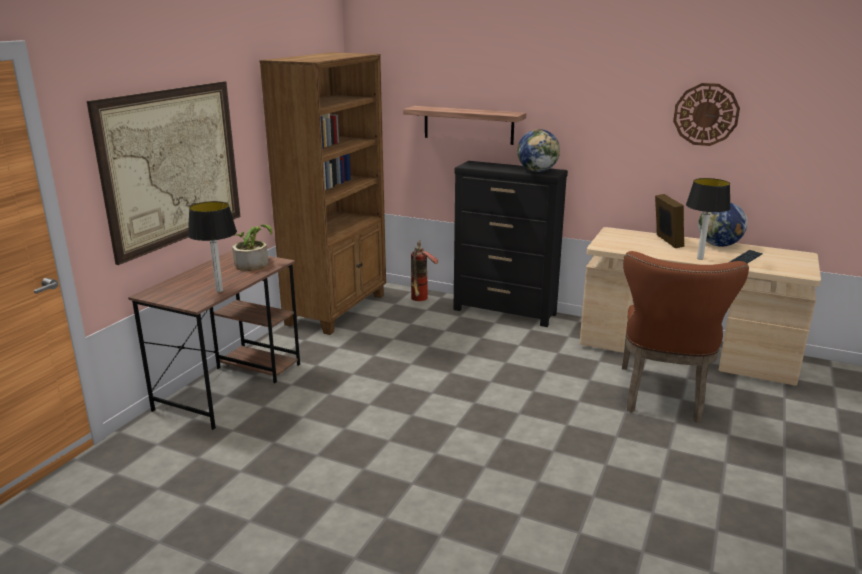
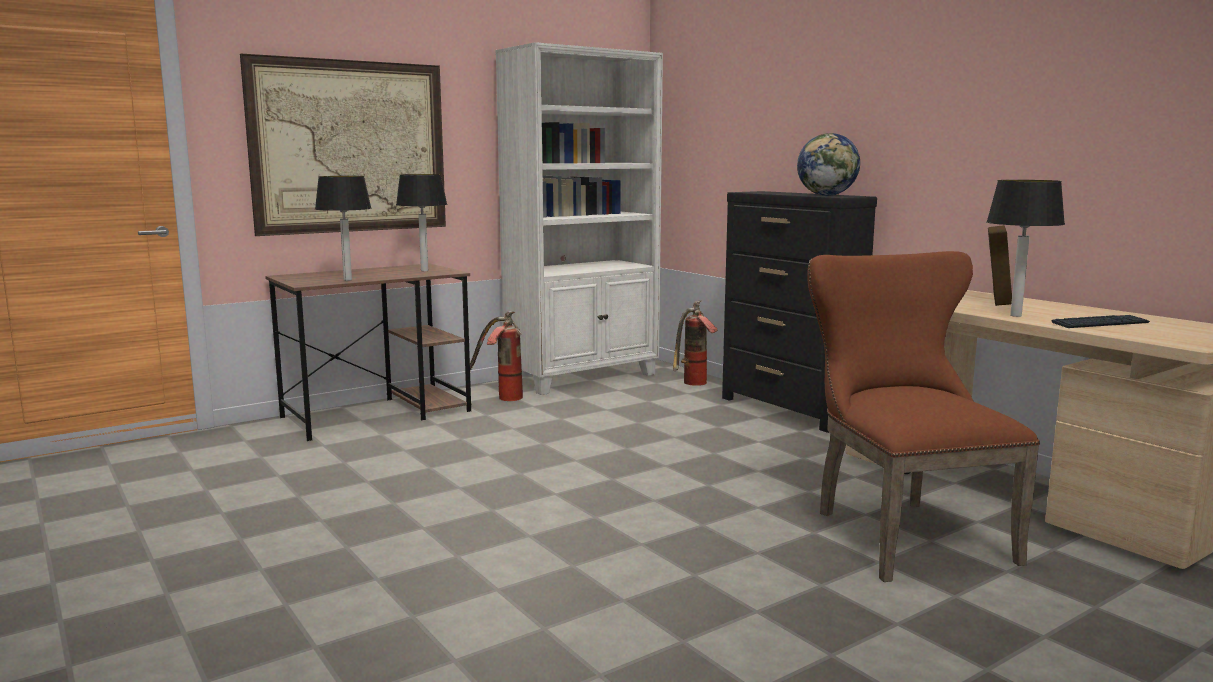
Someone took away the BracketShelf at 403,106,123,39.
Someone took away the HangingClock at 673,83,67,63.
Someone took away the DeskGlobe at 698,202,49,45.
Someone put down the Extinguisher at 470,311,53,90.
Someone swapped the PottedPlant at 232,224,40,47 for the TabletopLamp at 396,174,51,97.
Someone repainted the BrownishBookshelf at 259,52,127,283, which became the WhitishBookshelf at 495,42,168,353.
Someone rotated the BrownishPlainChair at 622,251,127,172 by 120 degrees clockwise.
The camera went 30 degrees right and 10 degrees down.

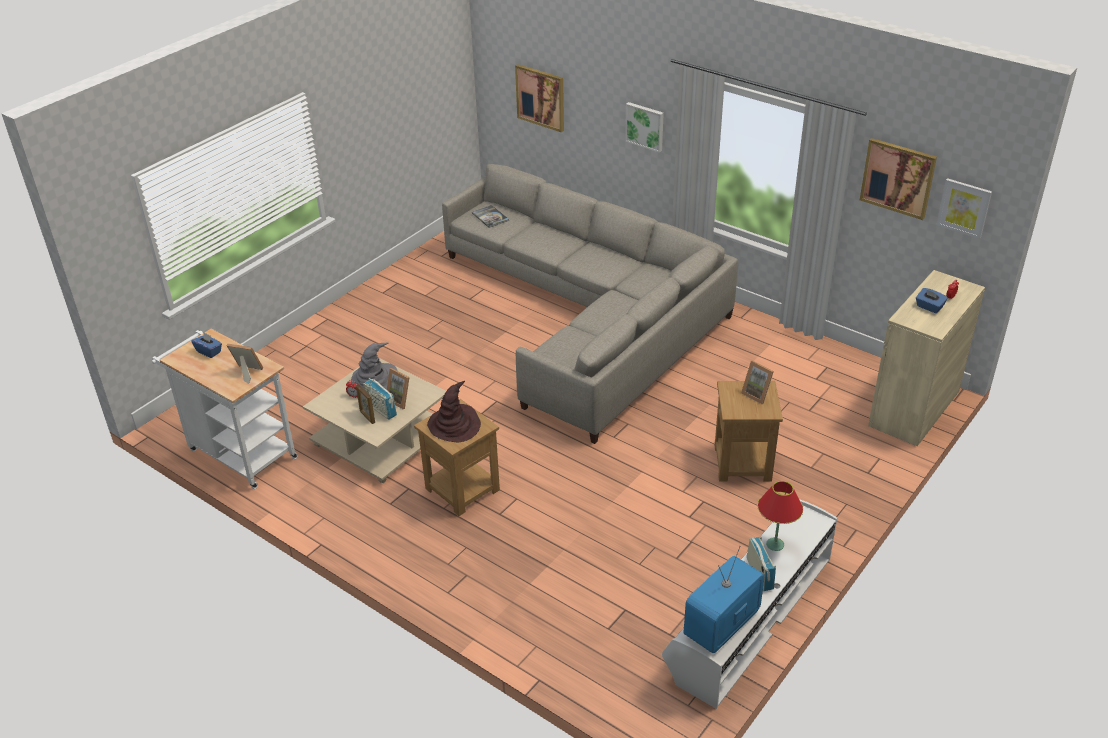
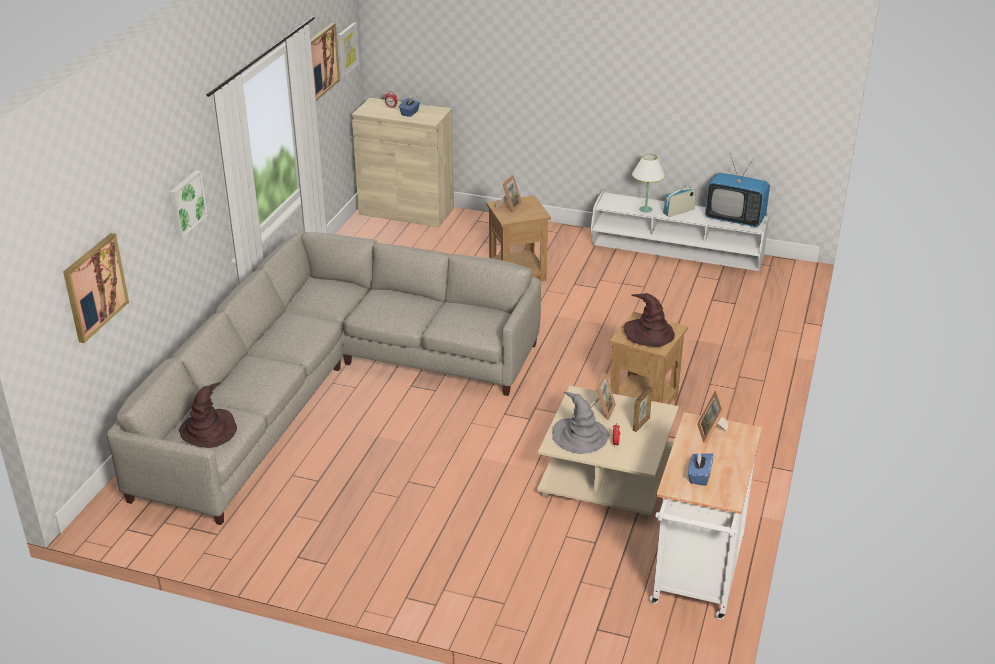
Someone took away the RadioReceiver at 363,378,34,42.
Someone swapped the BoundBook at 472,205,37,23 for the BrownishHat at 179,382,58,66.
Someone repainted the RedColouredTabletopLamp at 757,481,46,70, which became the WhitishTabletopLamp at 632,154,33,58.
The camera went 110 degrees left and 5 degrees down.

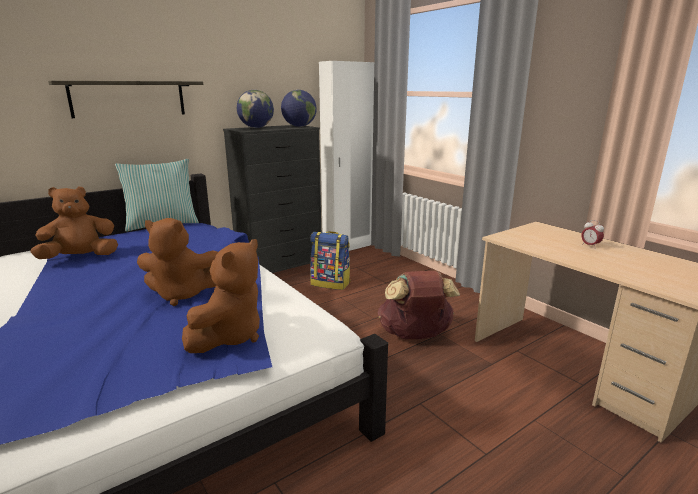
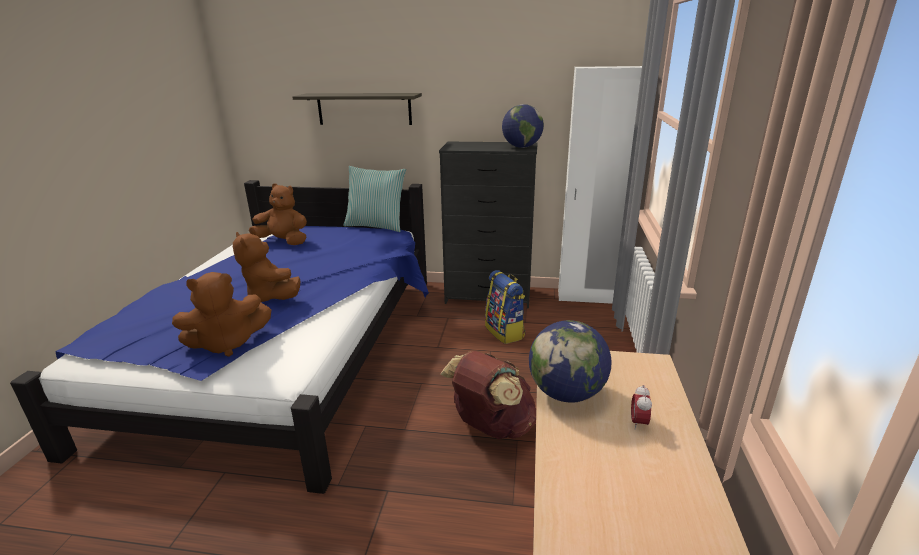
Someone carried the DeskGlobe from 237,90,37,38 to 529,320,82,83.
The camera went 45 degrees right and 5 degrees up.

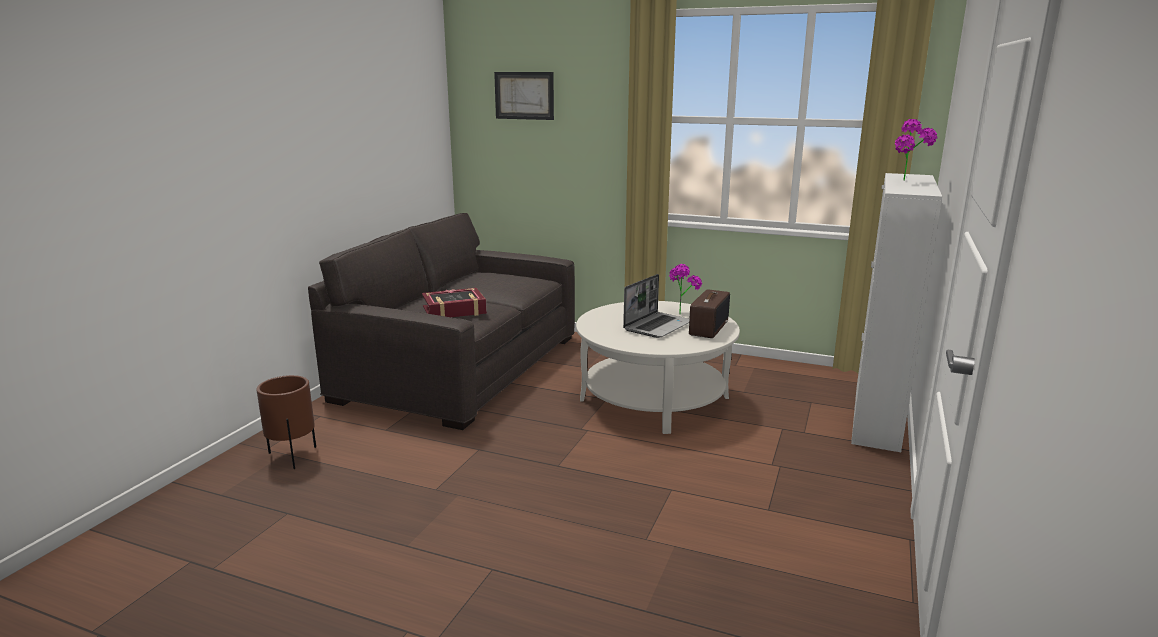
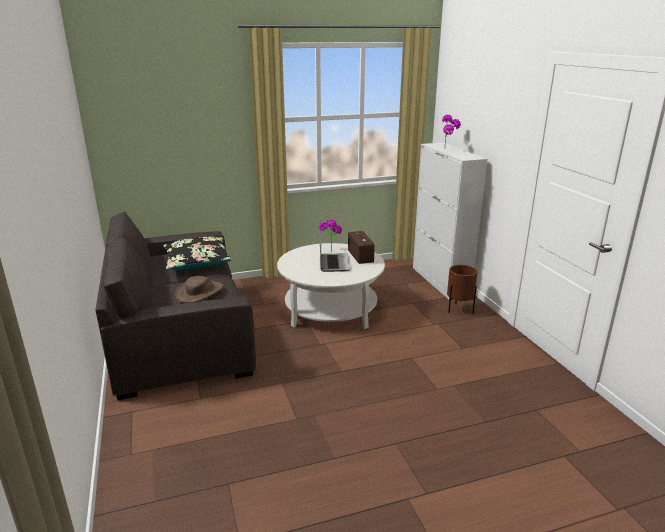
Someone took away the WallArt at 494,72,60,48.
Someone put down the BlackColouredCushion at 163,237,69,33.
Someone carried the BrownishPlanter from 256,375,60,94 to 447,265,31,48.
Someone swapped the BoundBook at 422,288,65,29 for the BrownishHat at 175,276,49,27.
The camera went 40 degrees left and 5 degrees up.

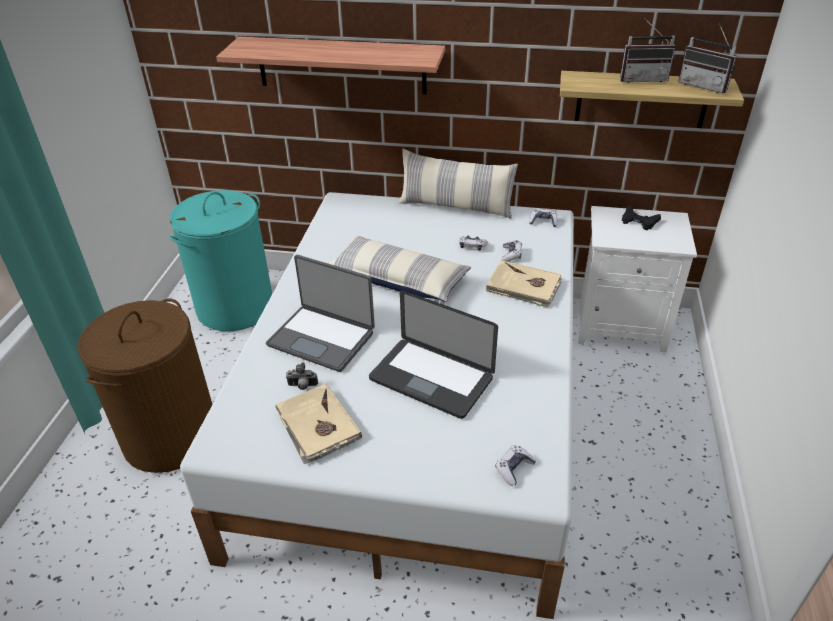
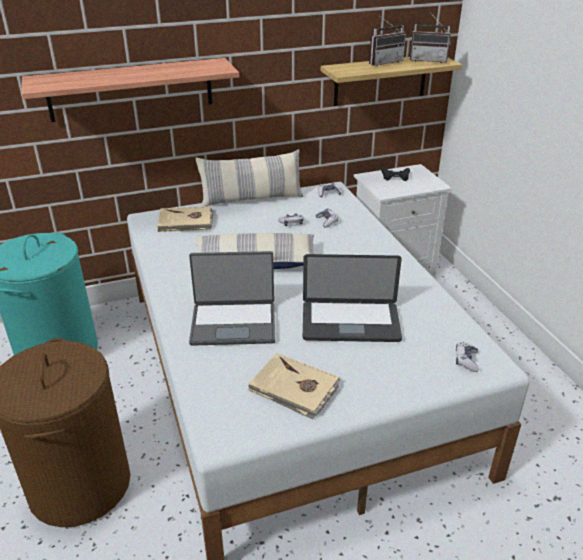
Someone took away the PhotoCamera at 286,362,32,28.
Someone carried the BeigeColouredBoundBook from 485,260,77,47 to 157,206,56,26.
The camera went 30 degrees left and 5 degrees down.

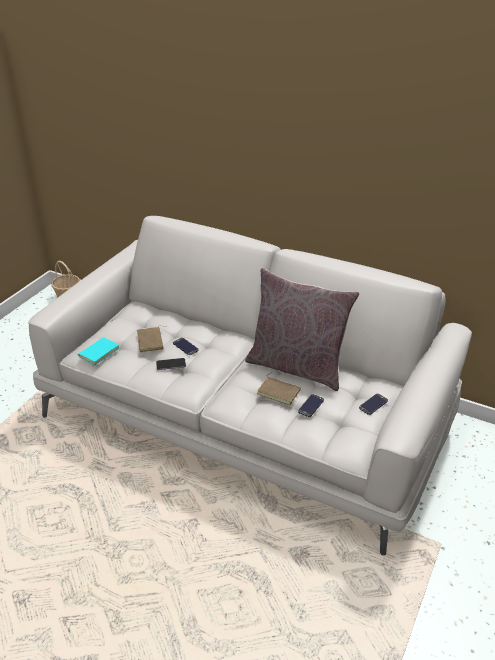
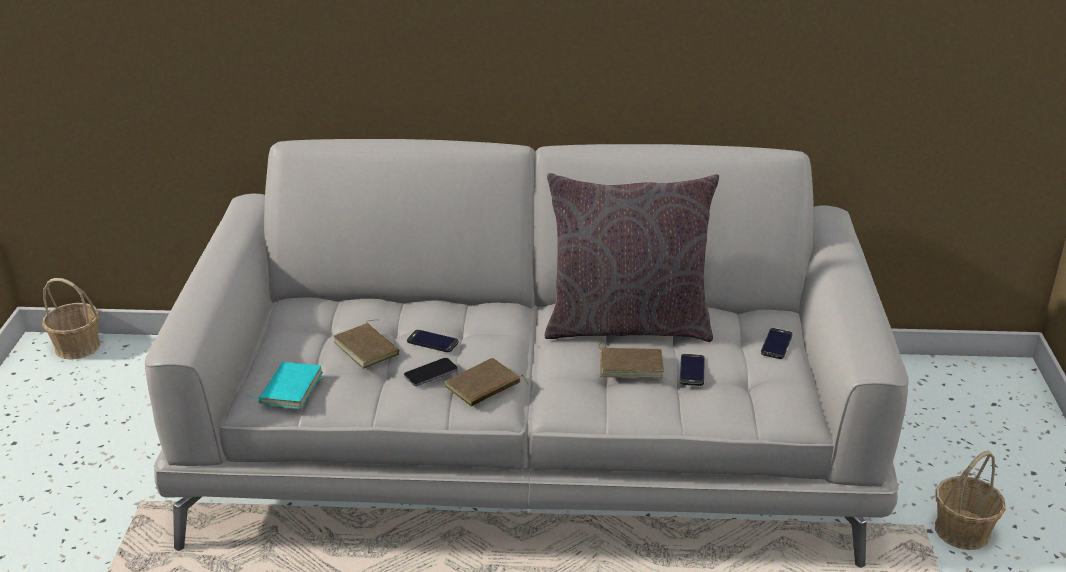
Someone put down the BrownishBoundBook at 445,358,84,48.
Someone put down the StorageBasket at 935,451,71,99.
The camera went 25 degrees left and 5 degrees down.

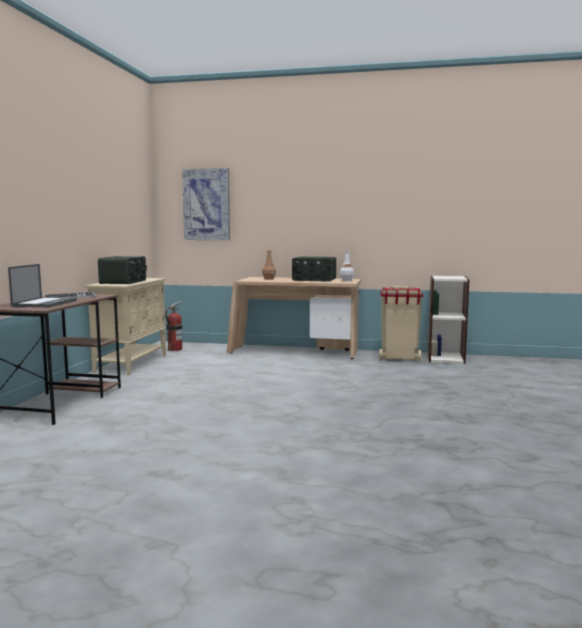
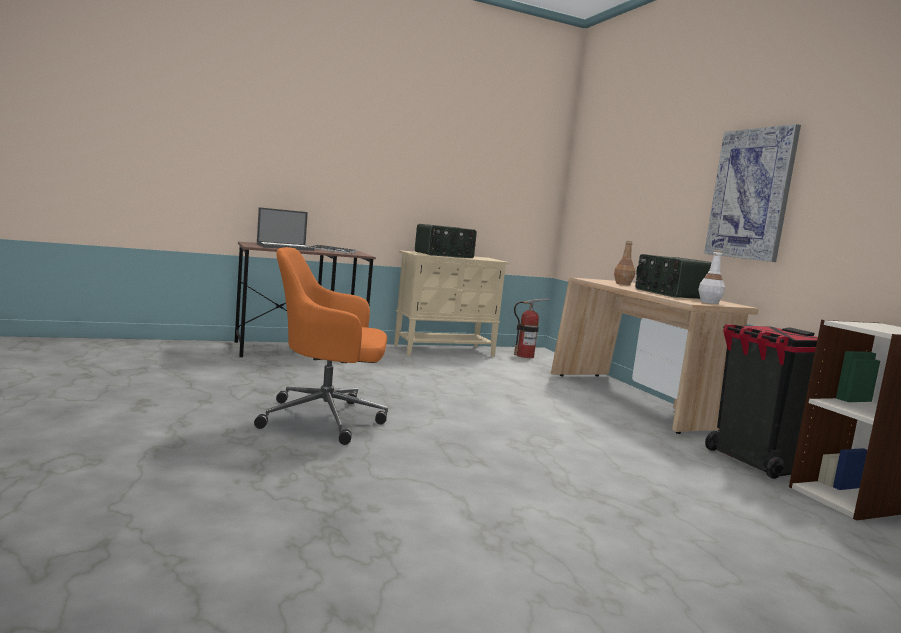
Someone put down the OrangeyOfficeChair at 254,247,134,198.
Someone carried the WallArt from 182,168,48,72 to 704,124,97,138.
Someone repainted the BeigeColouredWasteBin at 379,286,44,75, which became the BlackColouredWasteBin at 705,324,113,155.
The camera went 55 degrees right and 0 degrees up.

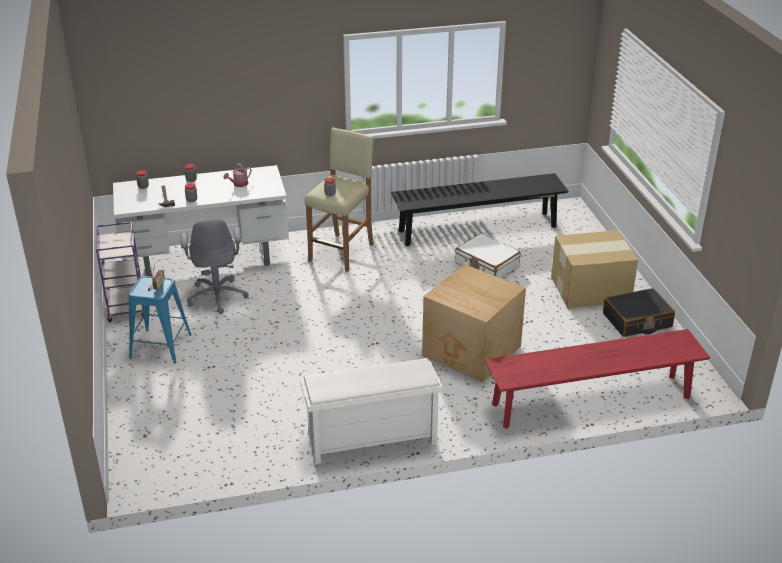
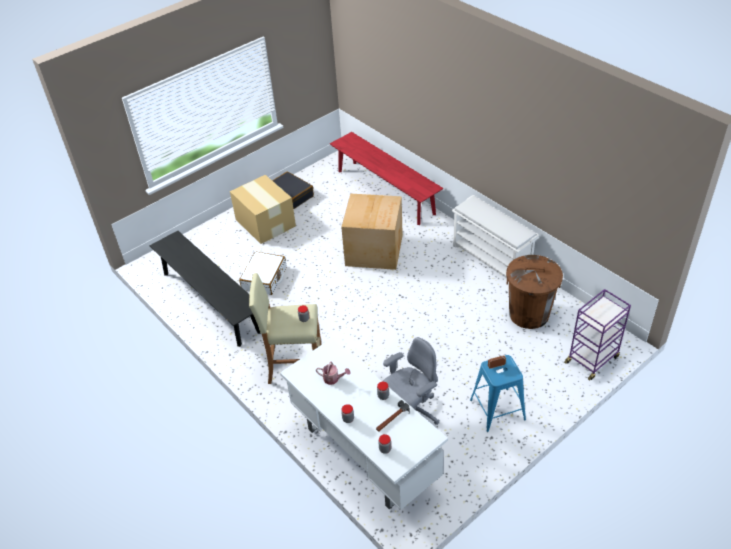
Someone put down the BrownishWasteBin at 506,255,57,74.
Someone carried the PurpleColouredWheeledCart from 96,222,47,100 to 564,289,67,91.
The camera went 115 degrees left and 10 degrees up.

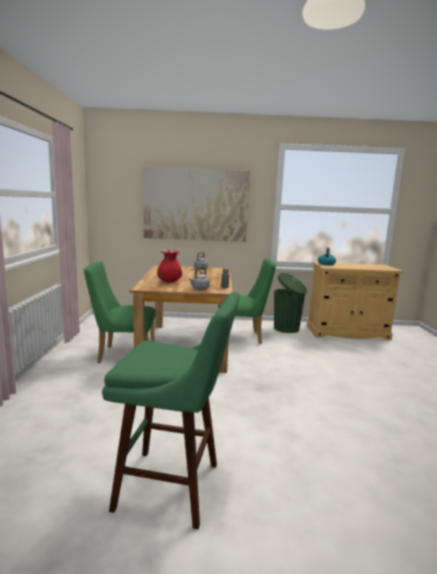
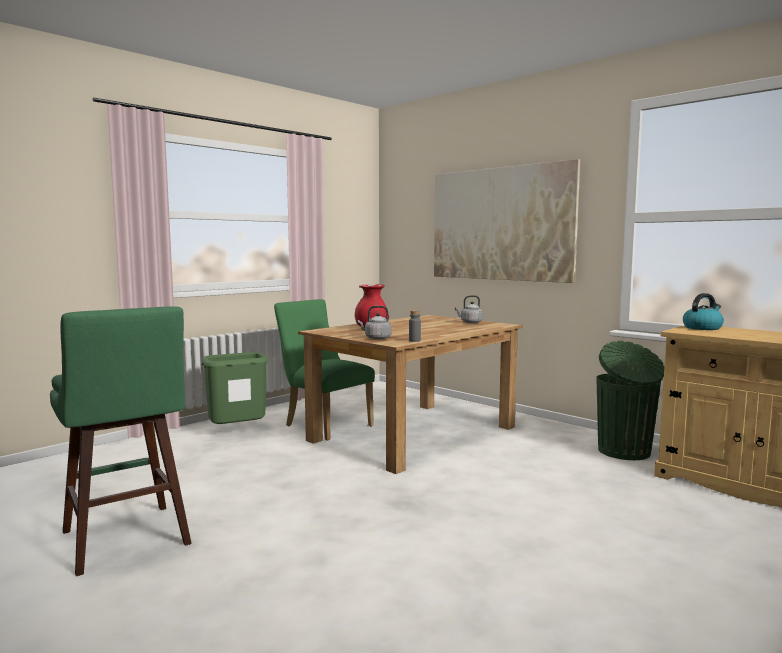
Someone took away the GreenishPlainChair at 218,259,58,85.
Someone put down the GreenishWasteBin at 201,352,67,72.
The camera went 45 degrees right and 5 degrees down.

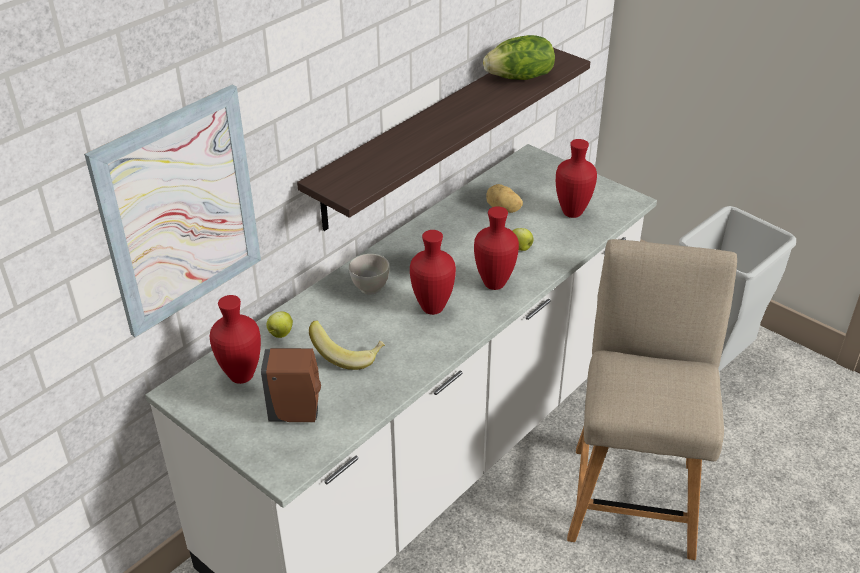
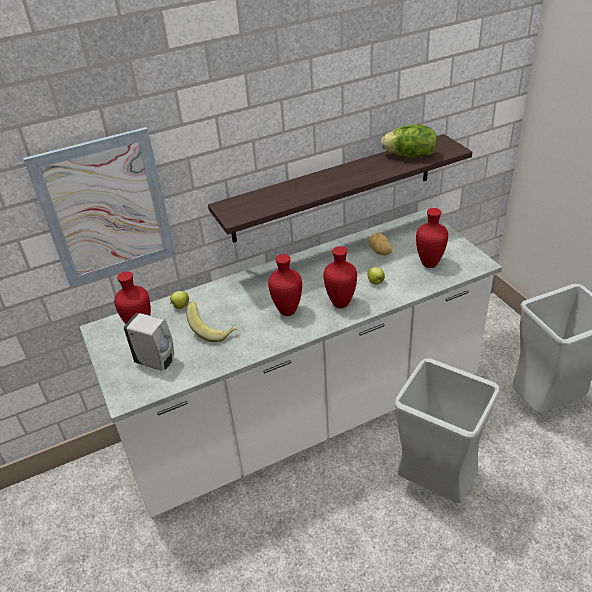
Someone took away the WhitishBowl at 349,254,41,41.
Someone swapped the BeigeColouredPlainChair at 567,239,170,321 for the GrayWasteBin at 394,358,106,145.
Someone repainted the BrownishSoapBottle at 261,348,60,74, which became the WhitishSoapBottle at 124,313,50,58.
The camera went 25 degrees right and 0 degrees up.

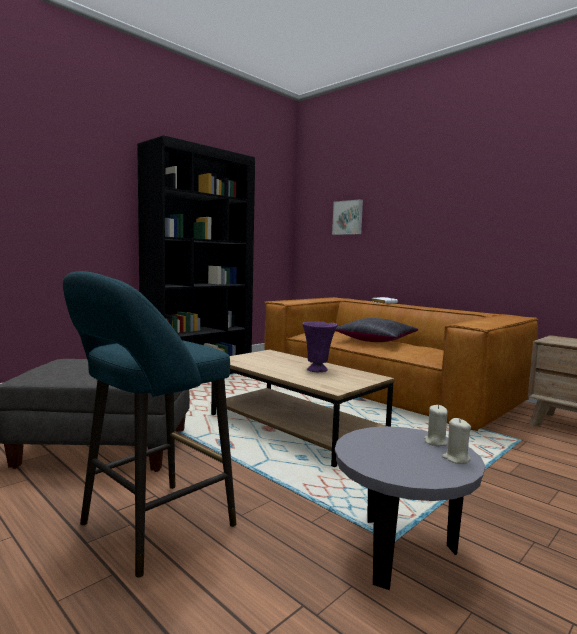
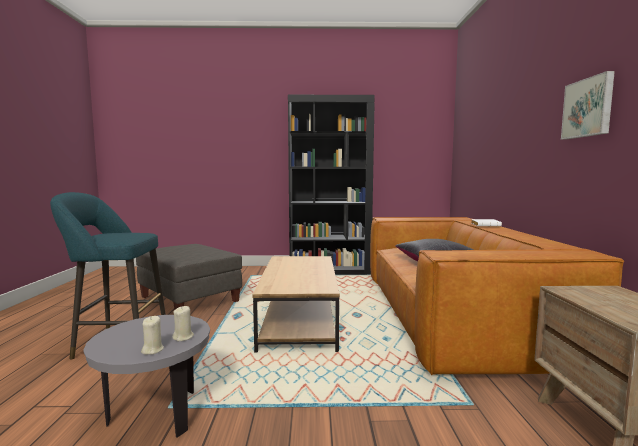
Someone took away the PurpleColouredVase at 302,322,35,50.
Someone carried the WallArt from 332,199,31,36 to 561,71,54,68.
The camera went 45 degrees right and 0 degrees up.

